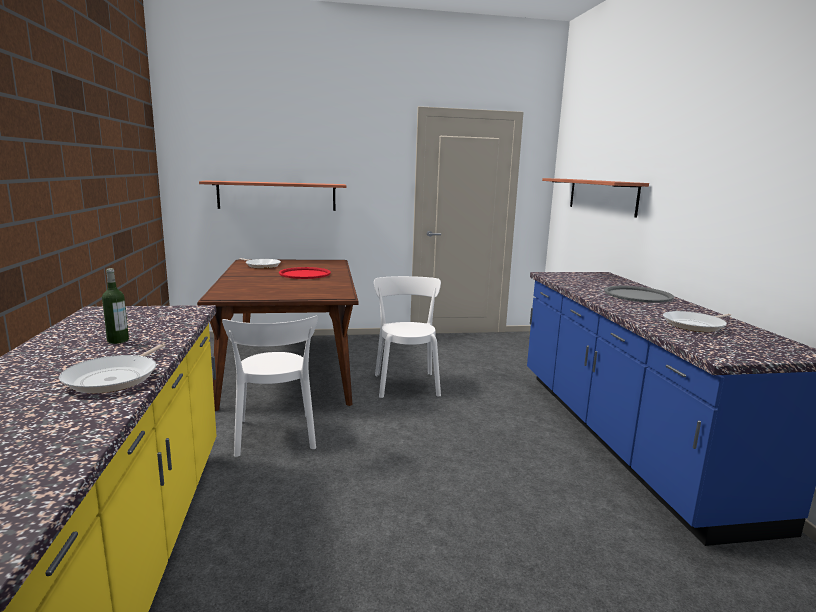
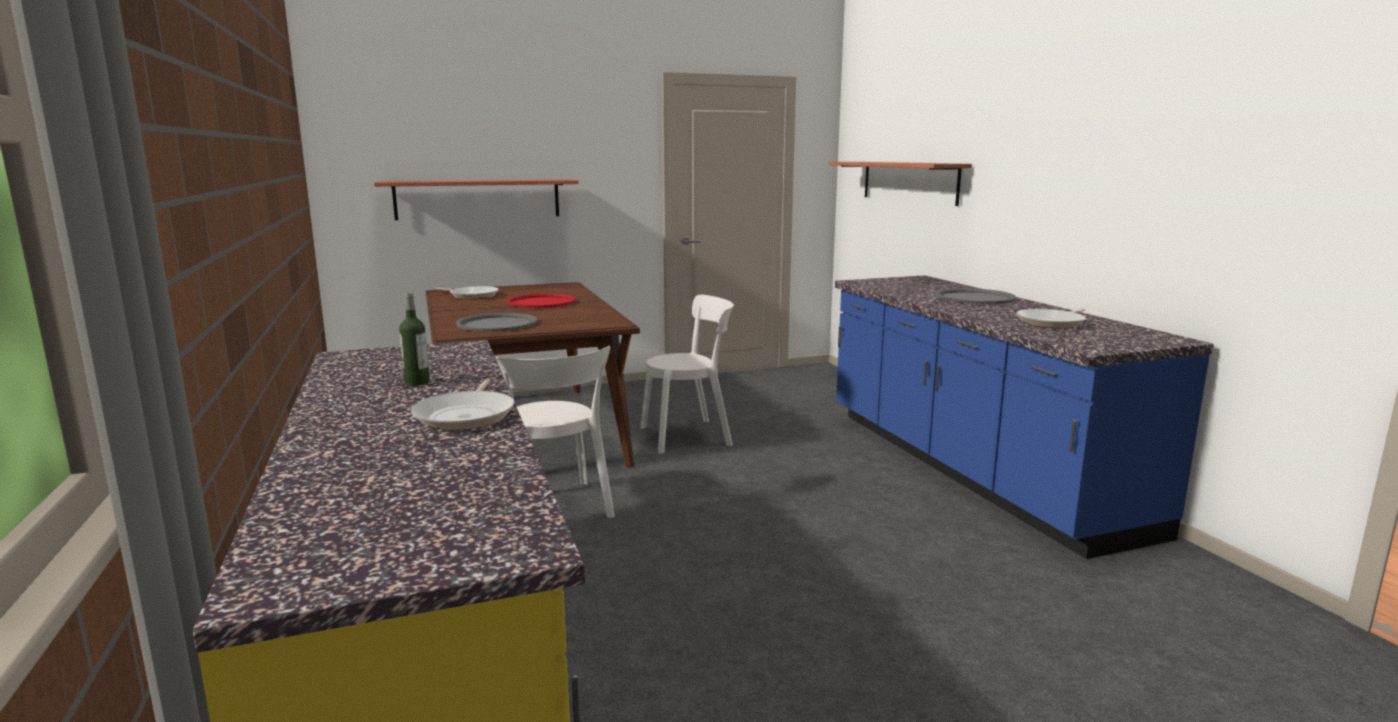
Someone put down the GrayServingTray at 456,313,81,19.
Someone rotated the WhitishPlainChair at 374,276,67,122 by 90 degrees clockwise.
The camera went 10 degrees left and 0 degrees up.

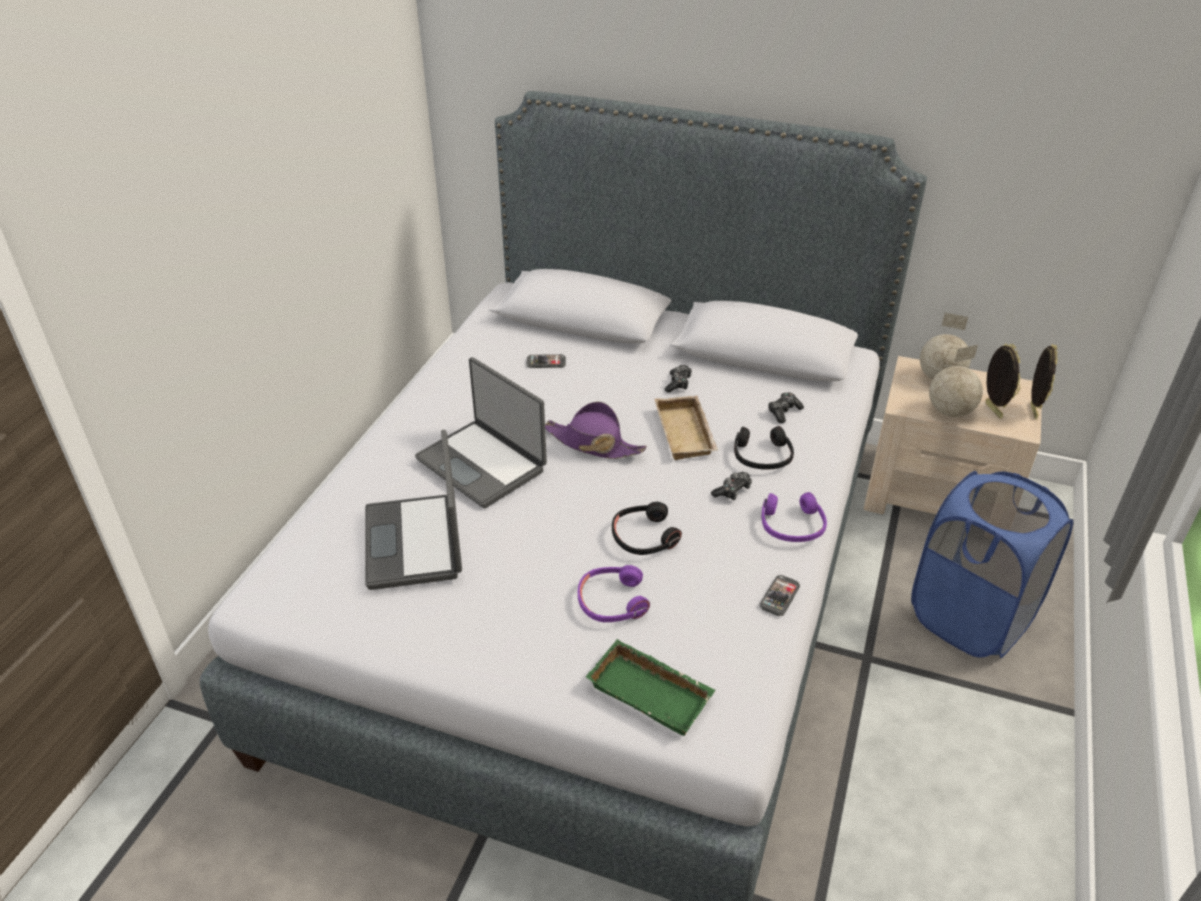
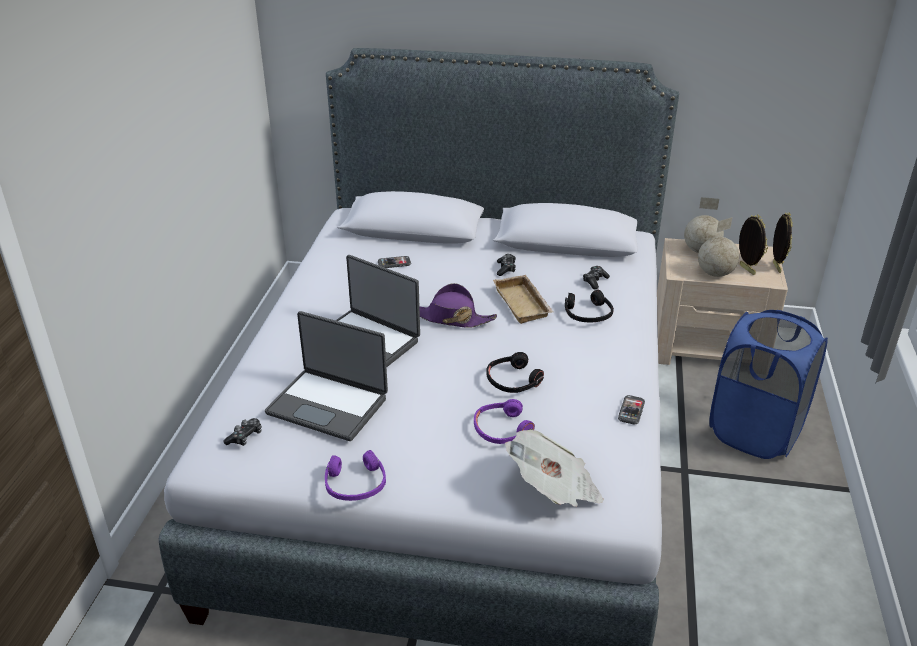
Someone carried the Gamepad from 711,472,41,28 to 223,418,39,28.
Someone carried the PurpleColouredHeadphones from 761,492,66,50 to 325,450,61,51.
Someone swapped the GreenishServingTray at 586,639,130,97 for the DailyPaper at 505,430,99,77.
Someone rotated the Laptop at 365,430,97,160 by 45 degrees counterclockwise.
The camera went 10 degrees left and 5 degrees down.

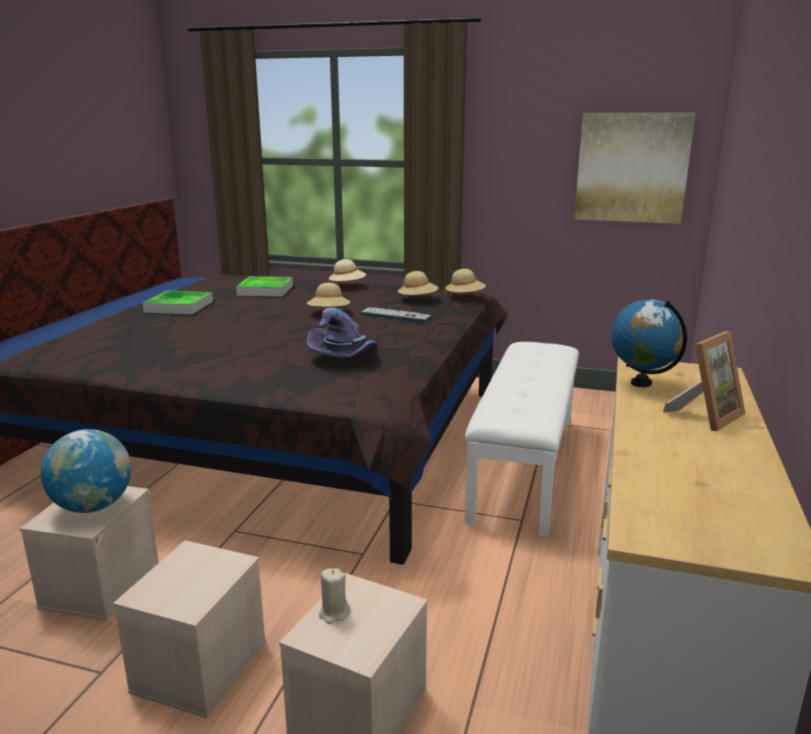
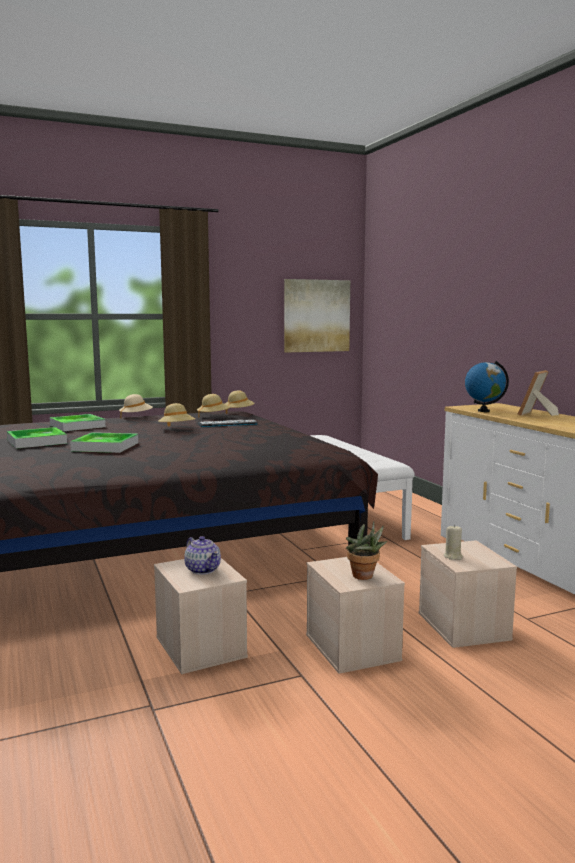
Someone took away the PurpleColouredHat at 307,308,70,49.
Someone put down the ServingTray at 70,432,68,21.
Someone put down the PottedPlant at 346,521,41,59.
Someone swapped the DeskGlobe at 41,429,90,84 for the PotForTea at 184,536,37,39.
Someone rotated the StandingFrame at 663,331,83,100 by 150 degrees counterclockwise.
The camera went 40 degrees left and 10 degrees down.

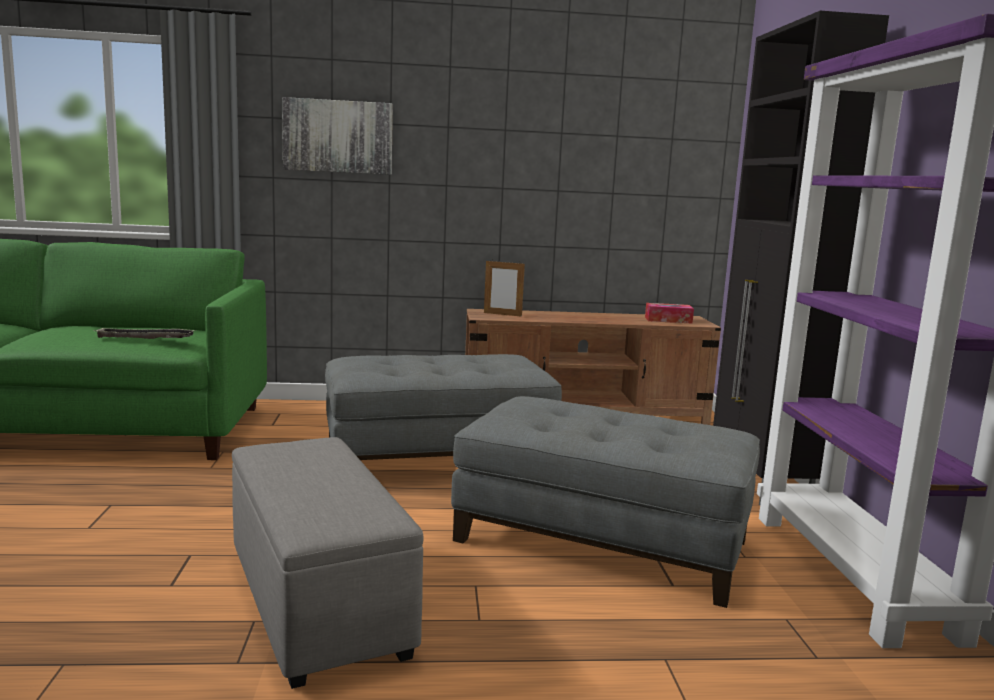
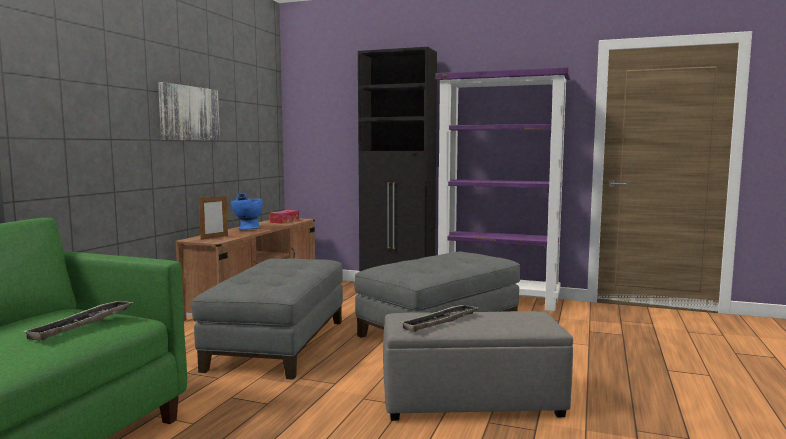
Someone put down the BluishVase at 231,193,32,36.
Someone put down the ServingTray at 402,304,75,28.
Someone carried the WallArt from 282,97,111,78 to 158,82,62,59.
The camera went 65 degrees left and 5 degrees down.

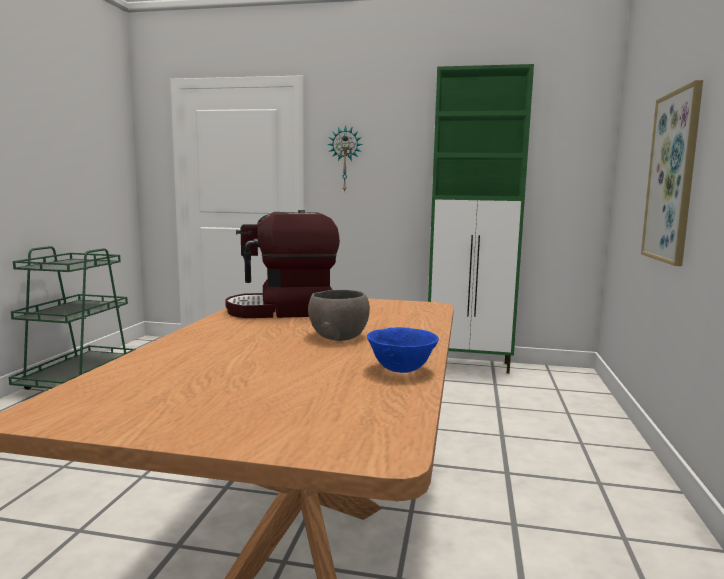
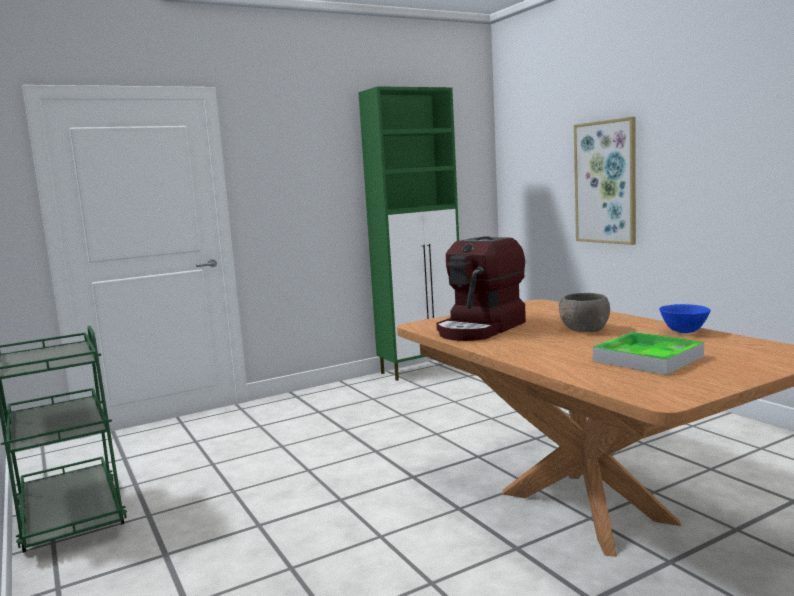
Someone took away the HangingClock at 327,125,36,68.
Someone put down the ServingTray at 593,332,111,43.
The camera went 40 degrees left and 0 degrees up.

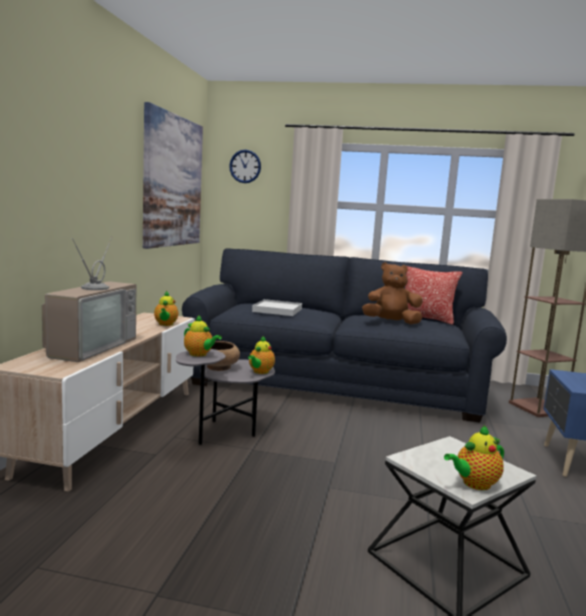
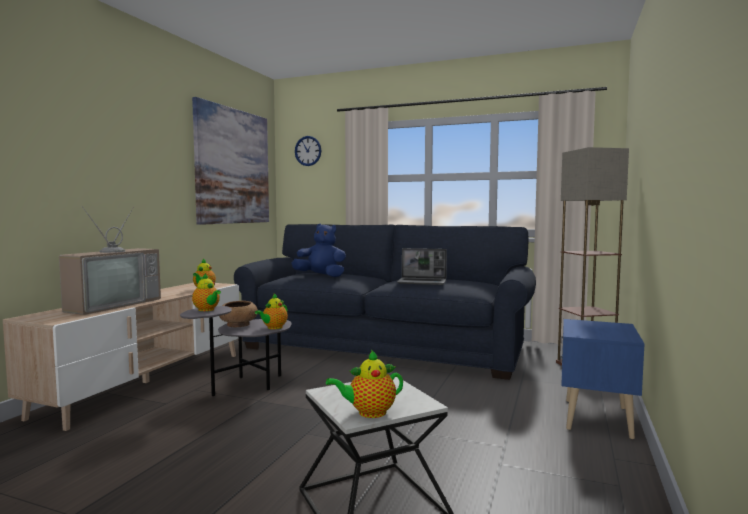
Someone took away the Cushion at 405,266,57,59.
Someone swapped the WhitishServingTray at 252,299,50,17 for the BluishCuddlyToy at 291,224,55,53.
Someone swapped the BrownishCuddlyToy at 362,262,61,62 for the Laptop at 397,248,50,37.
The camera went 10 degrees right and 5 degrees down.

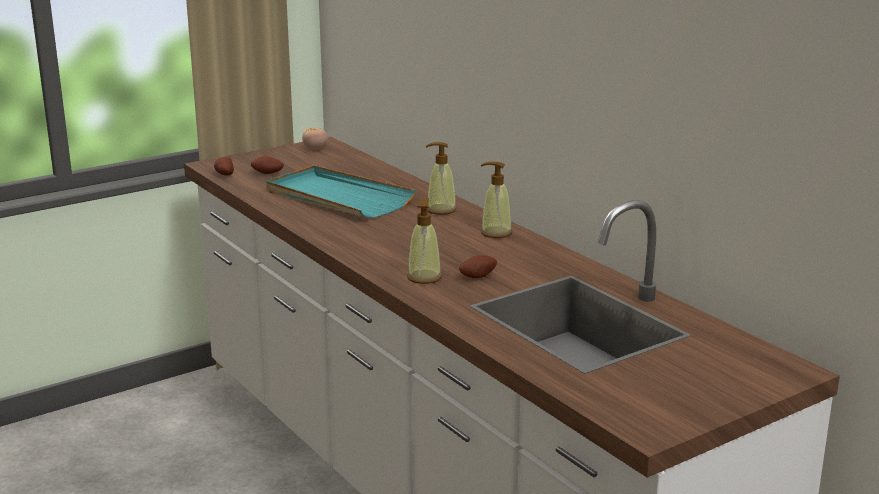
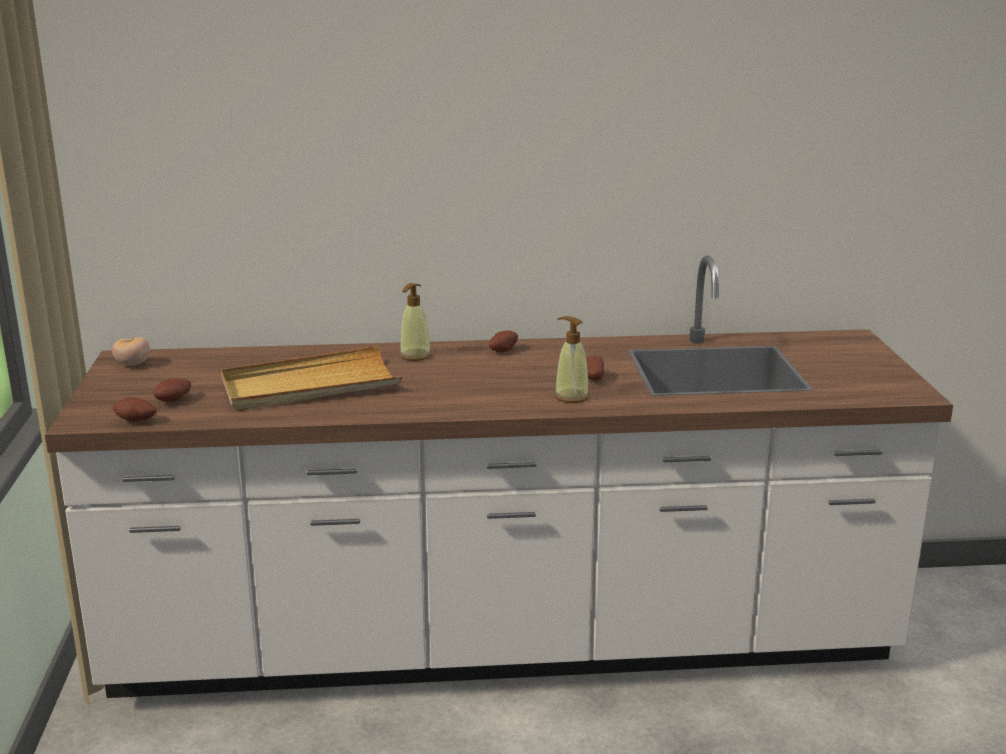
Someone swapped the SoapBottle at 481,162,31,76 for the Potato at 489,331,29,21.
Someone repainted the BlueGreenServingTray at 266,165,150,53, which became the BeigeColouredServingTray at 221,346,181,65.
The camera went 60 degrees left and 0 degrees up.

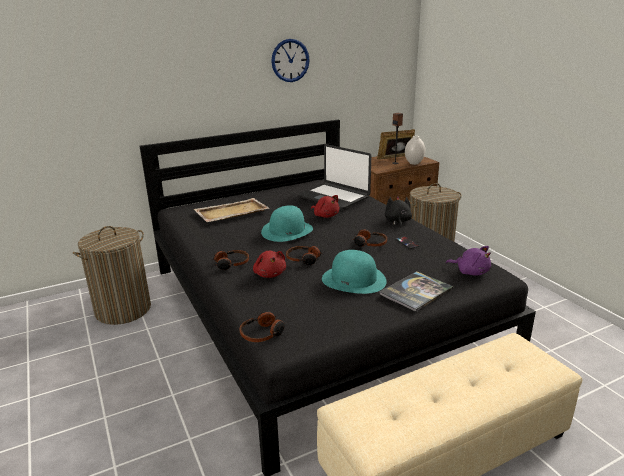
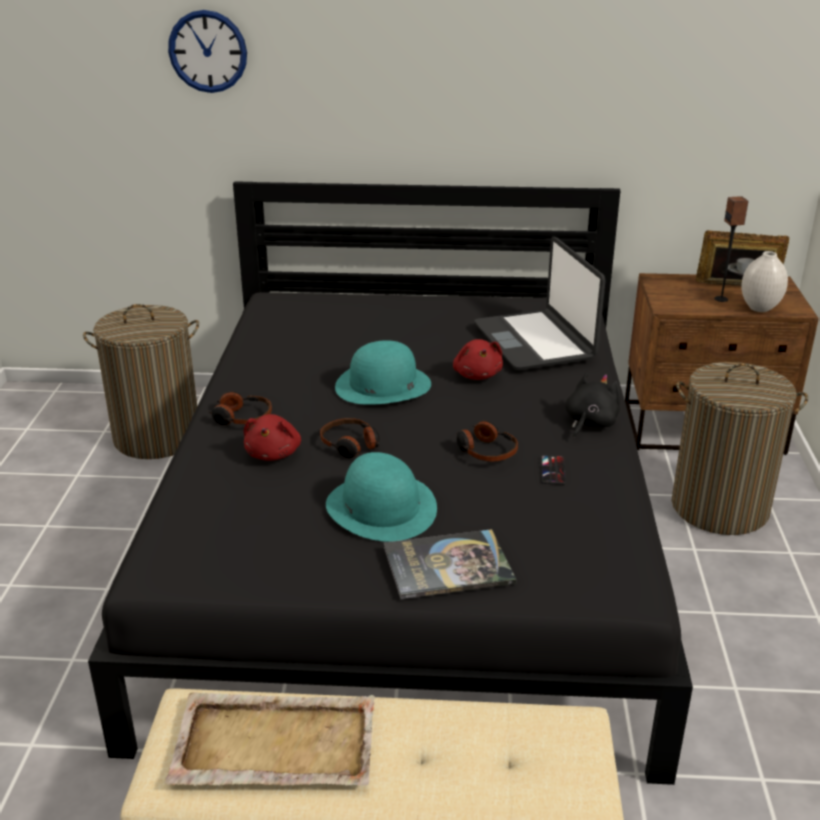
Someone took away the Headphones at 240,311,46,31.
Someone took away the PurpleColouredCuddlyToy at 446,246,45,30.
Someone carried the BeigeColouredServingTray from 194,198,75,24 to 165,692,210,94.
Someone carried the HangingClock from 271,39,39,43 to 168,10,79,83.
The camera went 30 degrees right and 5 degrees up.

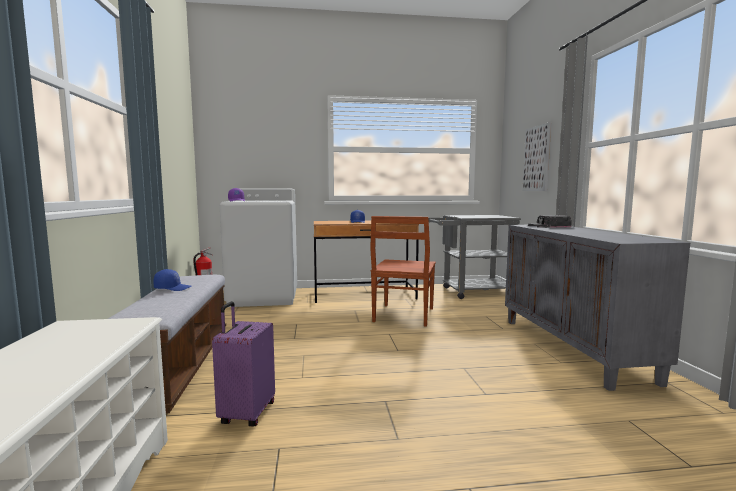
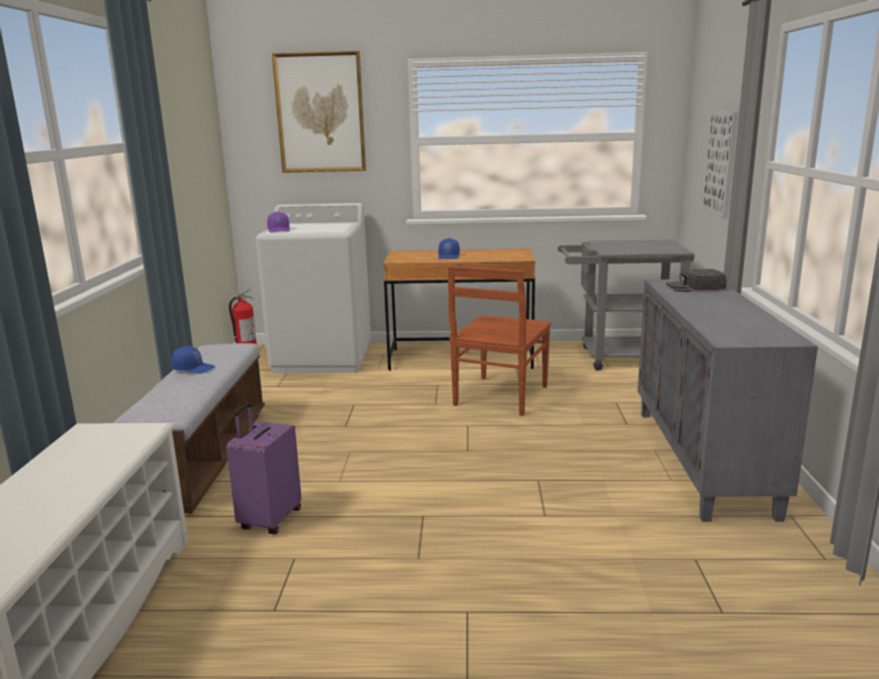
Someone put up the WallArt at 272,51,94,122.
The camera went 10 degrees right and 10 degrees up.

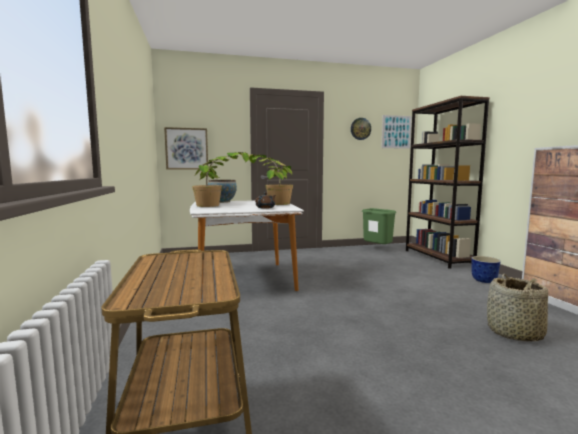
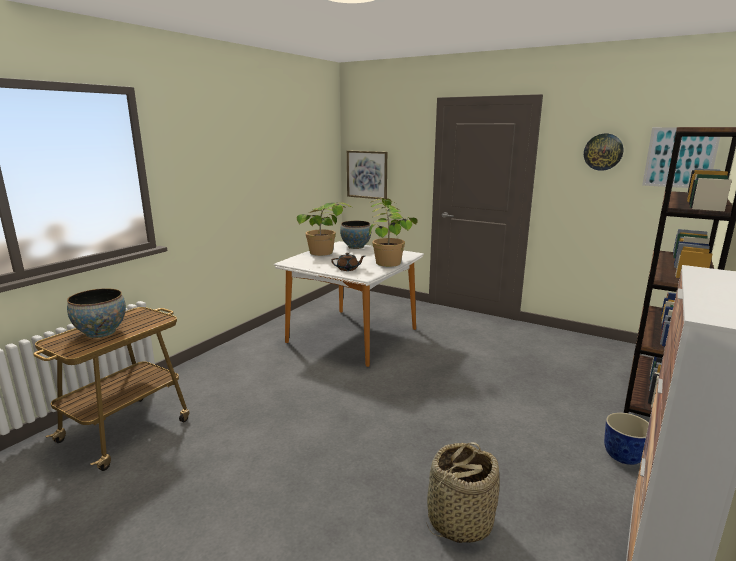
Someone took away the GreenishWasteBin at 362,208,34,36.
Someone put down the Bowl at 67,288,59,50.
The camera went 45 degrees right and 10 degrees up.

